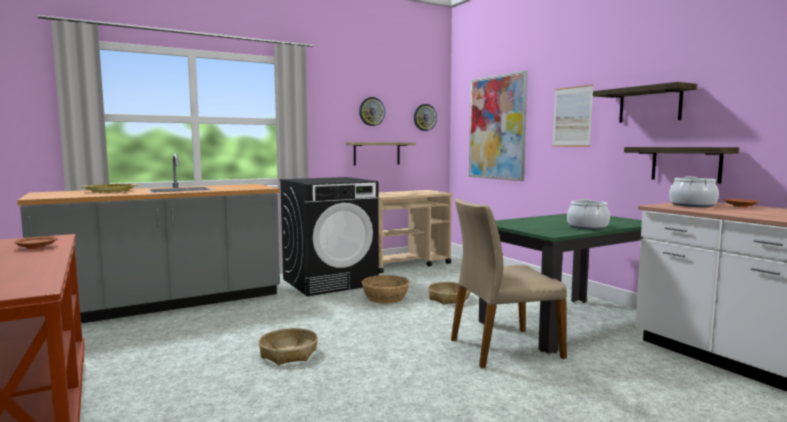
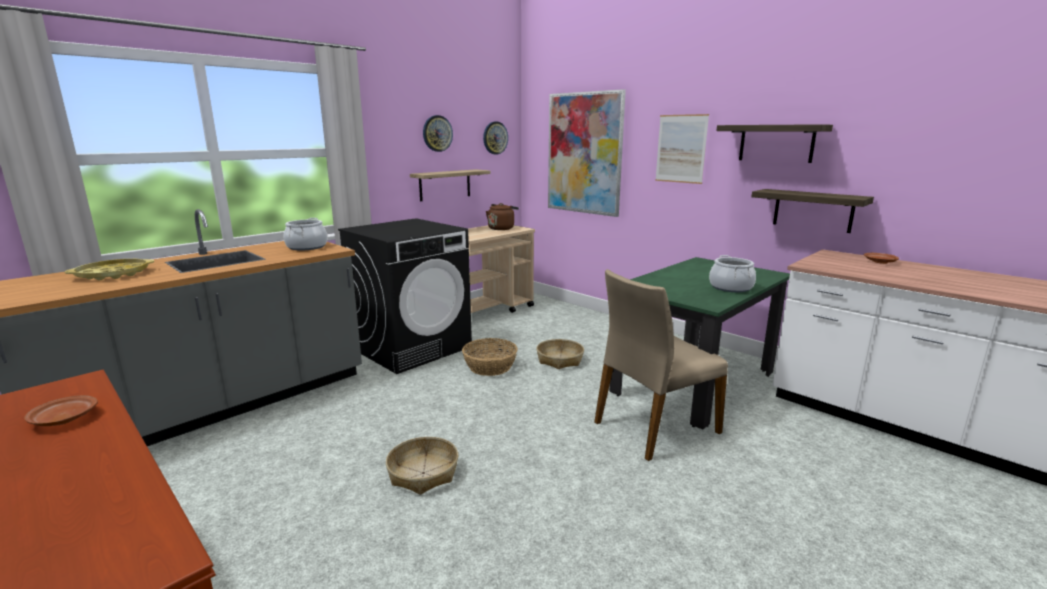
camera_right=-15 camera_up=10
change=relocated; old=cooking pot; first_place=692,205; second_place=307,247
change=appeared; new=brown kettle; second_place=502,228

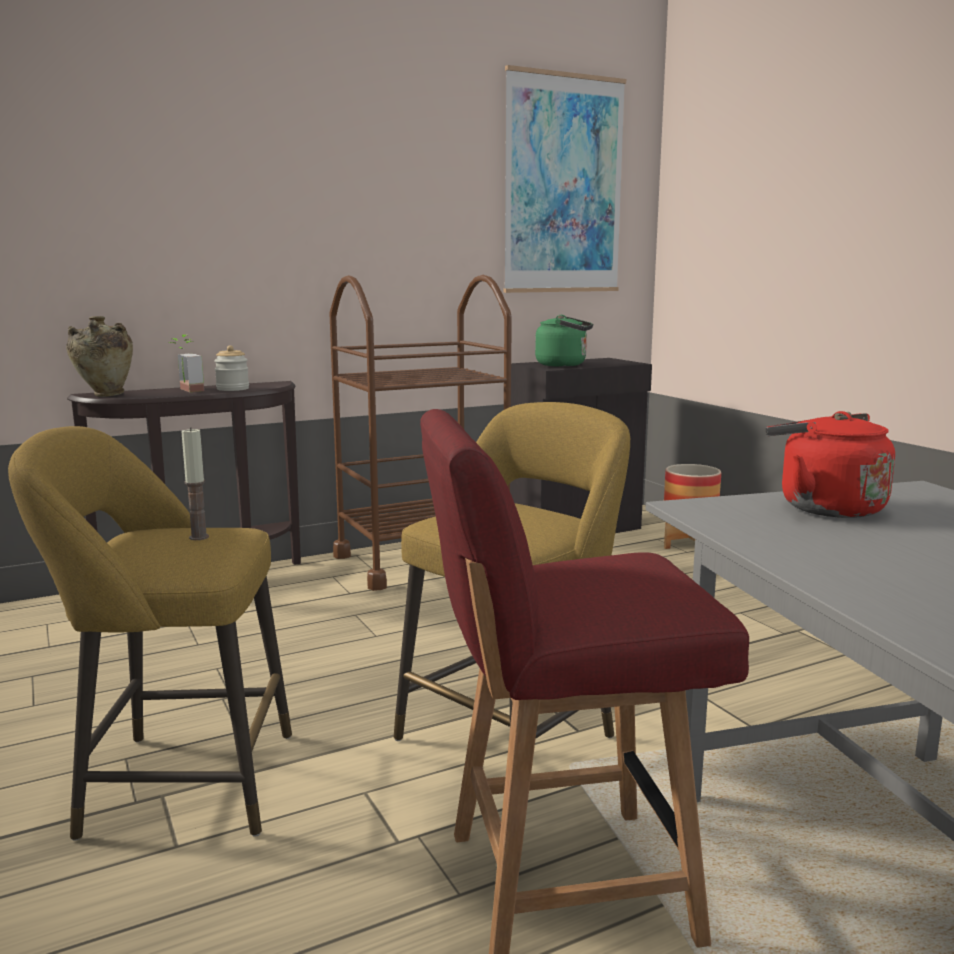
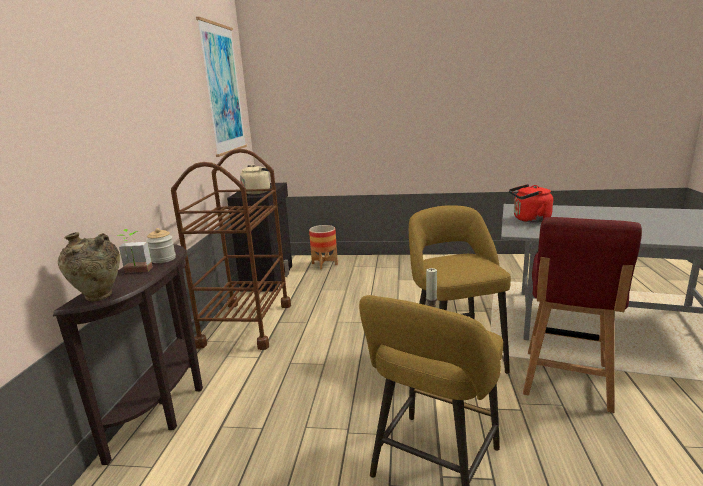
camera_right=-55 camera_up=5
change=colour; old=green kettle; new=beige kettle; first_place=564,365; second_place=258,192

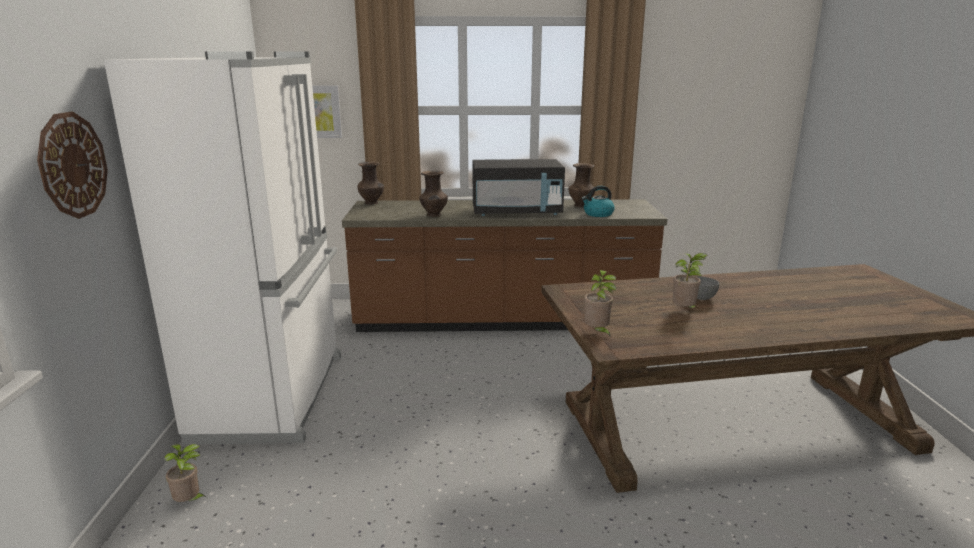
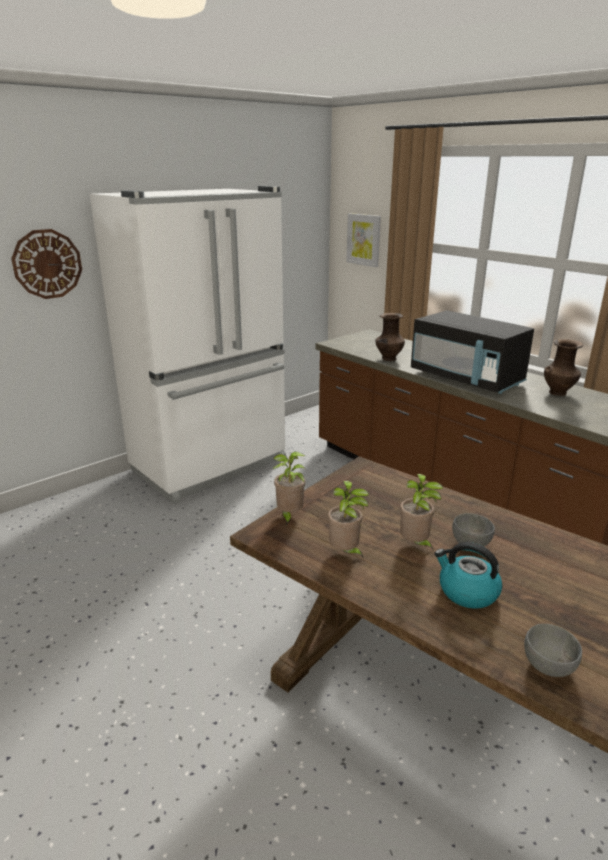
camera_right=50 camera_up=5
change=relocated; old=potted plant; first_place=189,502; second_place=345,553
change=missing; old=brown vase; first_place=372,203
change=relocated; old=kettle; first_place=598,214; second_place=467,592
change=appeared; new=grey bowl; second_place=547,666

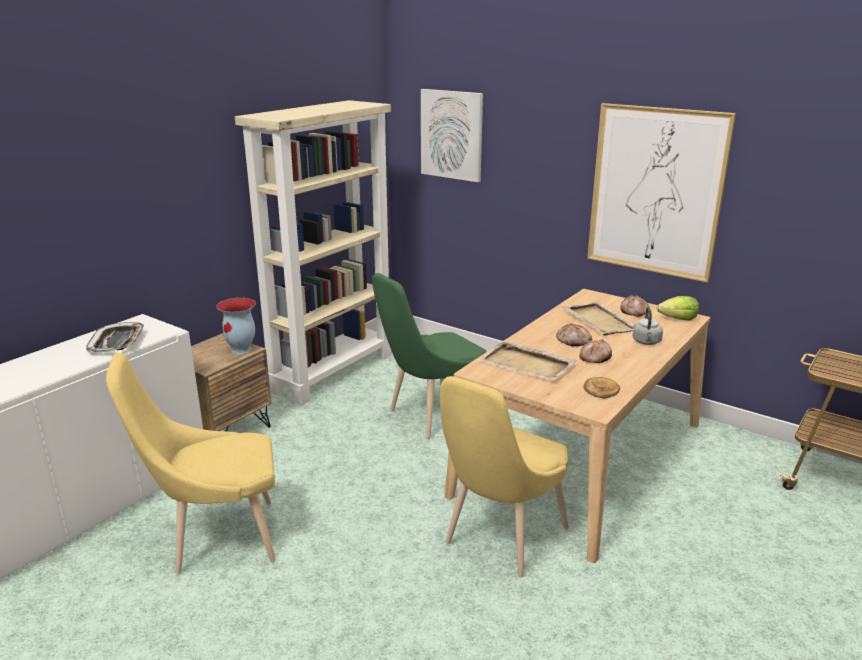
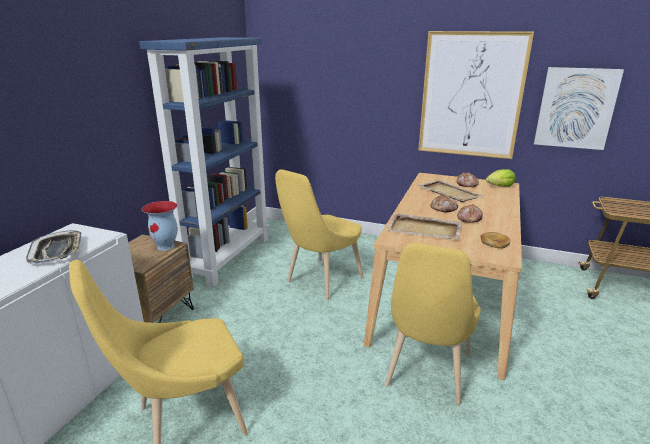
camera_right=-15 camera_up=0
change=colour; old=beige bookcase; new=blue bookcase; first_place=333,372; second_place=227,257
change=colour; old=green chair; new=yellow chair; first_place=431,416; second_place=320,281
change=relocated; old=picture; first_place=452,135; second_place=575,108
change=missing; old=grey kettle; first_place=646,342

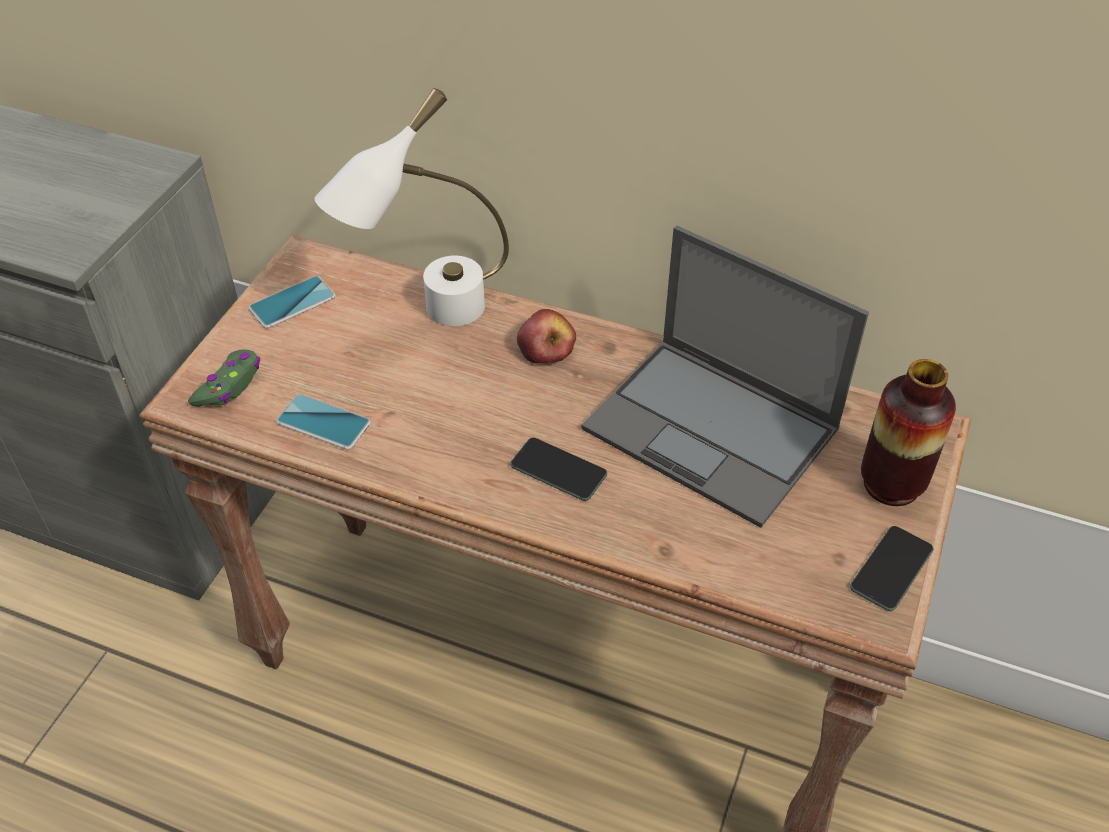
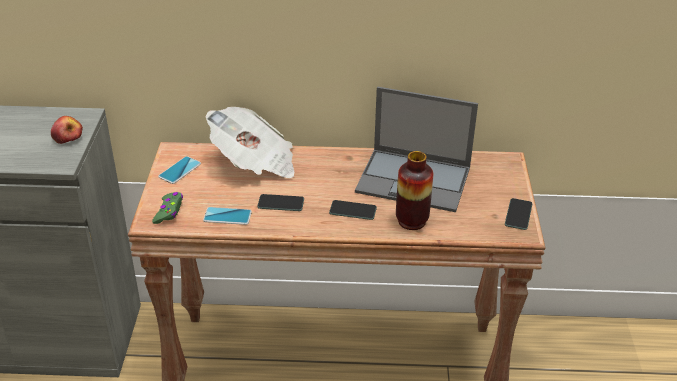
camera_right=-20 camera_up=-10
change=exchanged; old=white table lamp; new=newspaper; first_place=430,318; second_place=254,163
change=relocated; old=apple; first_place=546,348; second_place=68,137
change=relocated; old=vase; first_place=891,484; second_place=411,221
change=appeared; new=phone; second_place=281,203

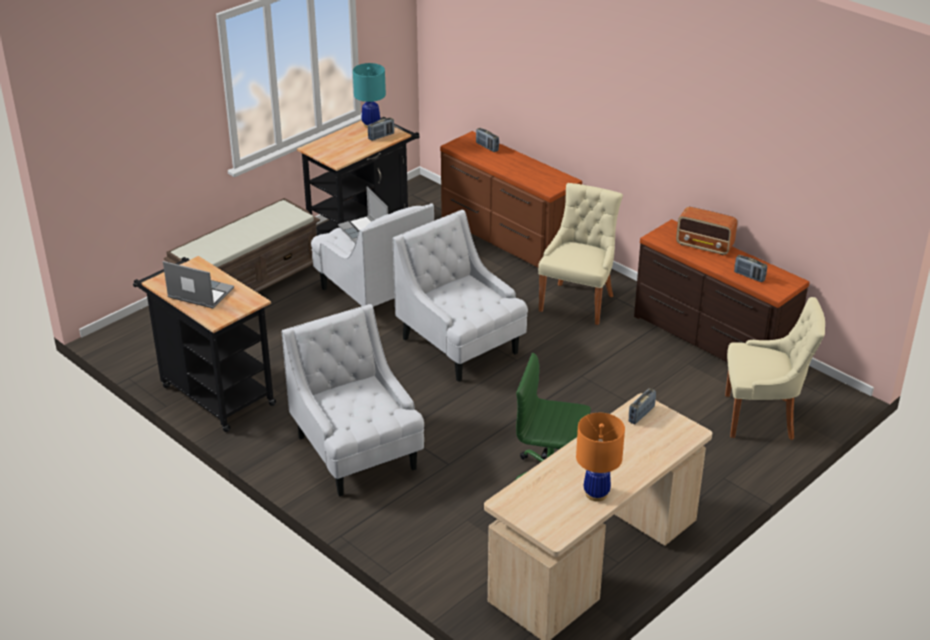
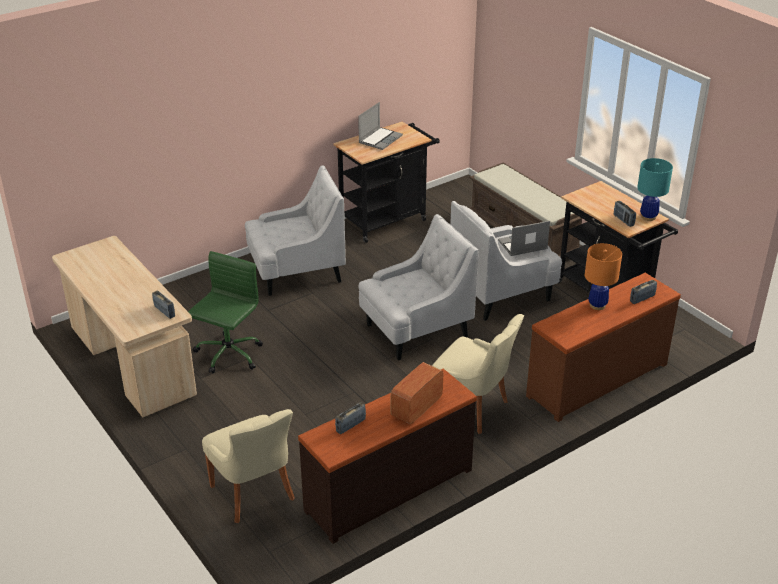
camera_right=100 camera_up=0
change=relocated; old=orange table lamp; first_place=596,493; second_place=597,305
change=spun; old=beige chair; first_place=762,417; second_place=254,494; degrees=-45

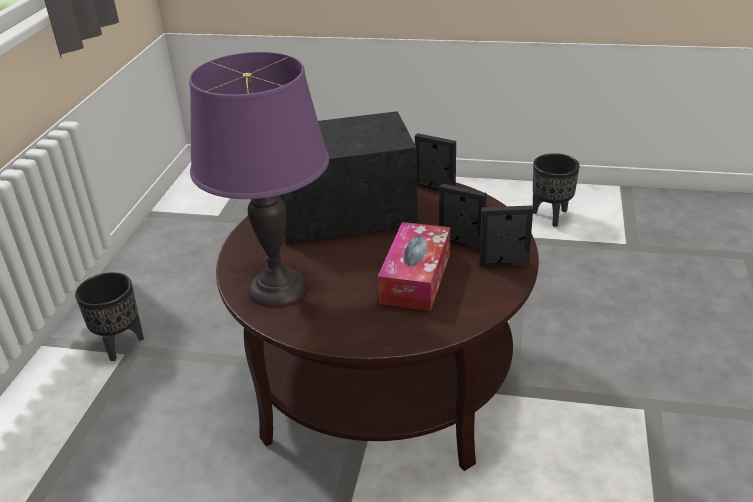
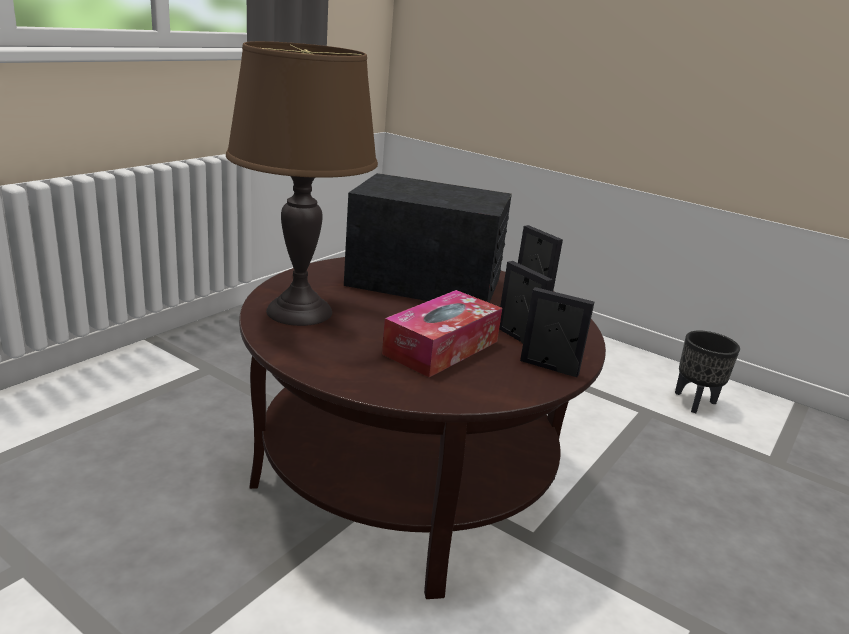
camera_right=20 camera_up=-10
change=missing; old=black planter; first_place=119,346
change=colour; old=purple table lamp; new=brown table lamp; first_place=278,288; second_place=299,311

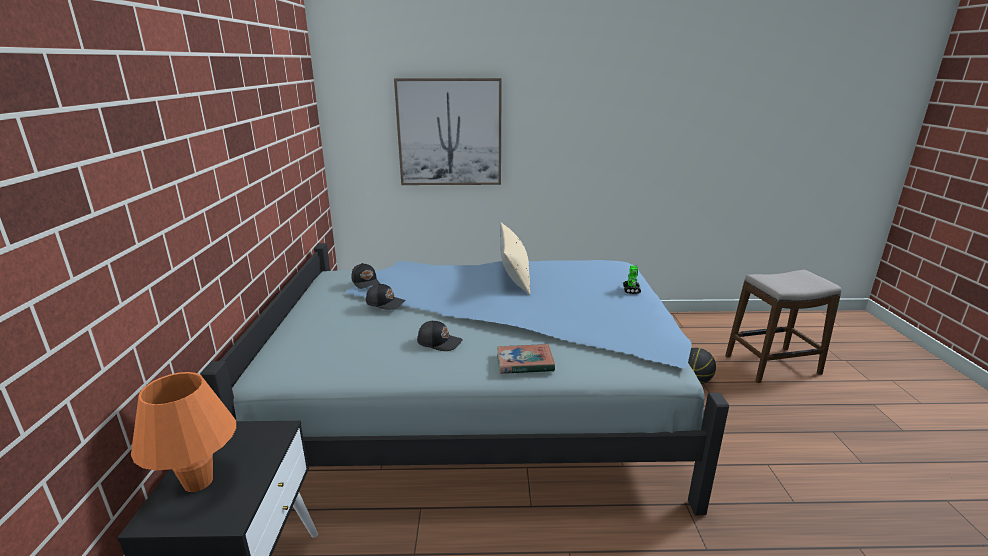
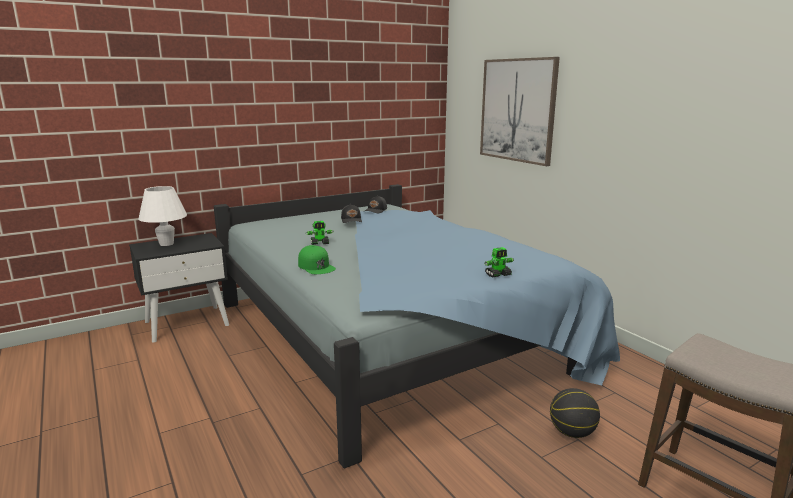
camera_right=60 camera_up=-5
change=colour; old=orange table lamp; new=white table lamp; first_place=198,482; second_place=166,244
change=exchanged; old=black cap; new=toy robot; first_place=439,342; second_place=320,243
change=exchanged; old=book; new=green cap; first_place=524,363; second_place=316,266
change=missing; old=beige pillow; first_place=514,275

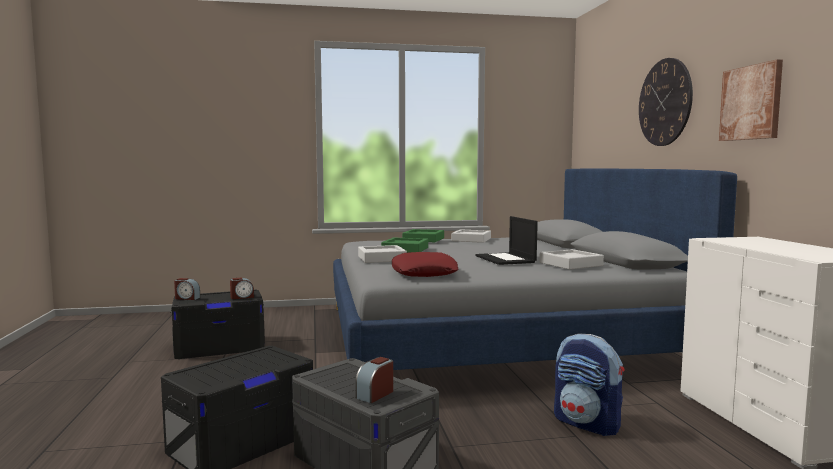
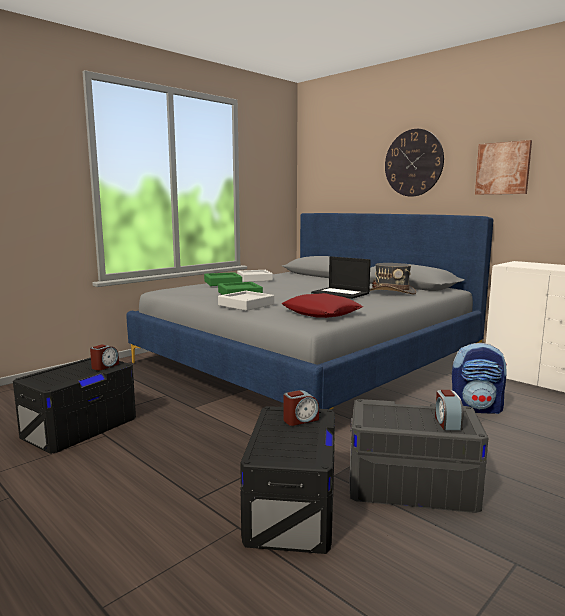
camera_right=-35 camera_up=5
change=relocated; old=alarm clock; first_place=187,298; second_place=300,420
change=exchanged; old=grey tray; new=grey hat; first_place=570,264; second_place=391,292

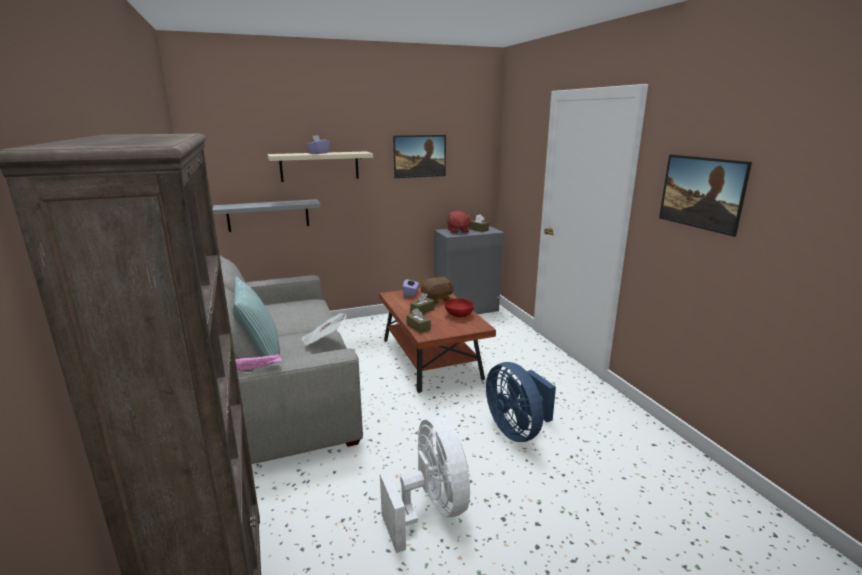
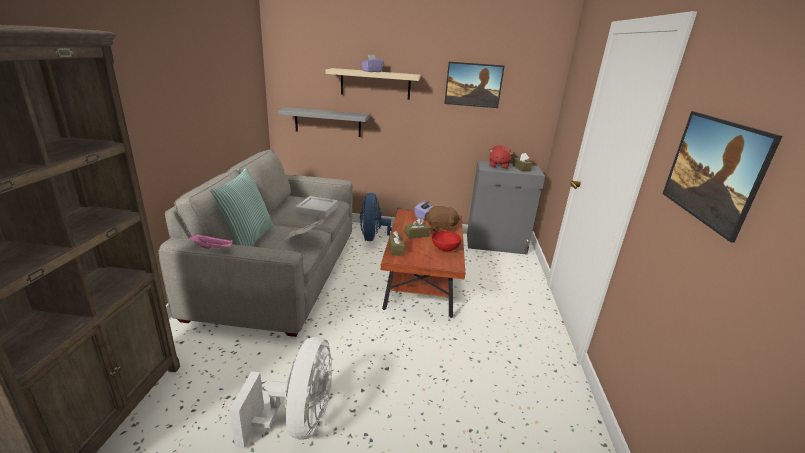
camera_right=25 camera_up=5
change=relocated; old=blue fan; first_place=517,430; second_place=375,238
change=appeared; new=grey tray; second_place=317,210

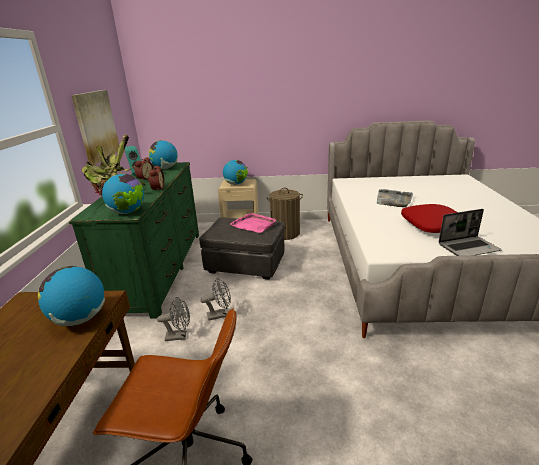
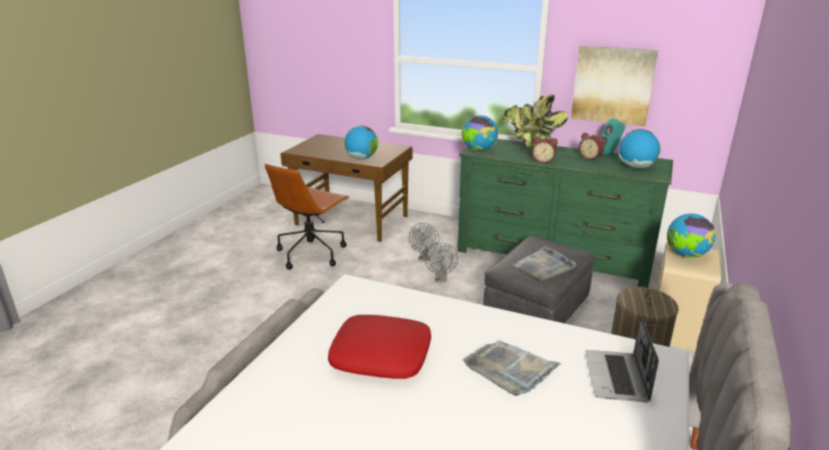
camera_right=110 camera_up=0
change=colour; old=pink tray; new=grey tray; first_place=254,224; second_place=544,266
change=relocated; old=laptop; first_place=468,247; second_place=617,378

